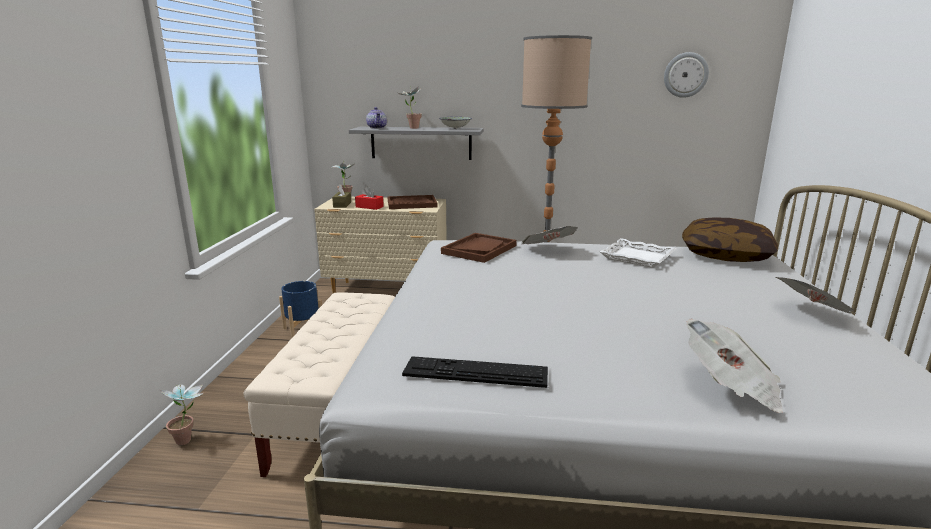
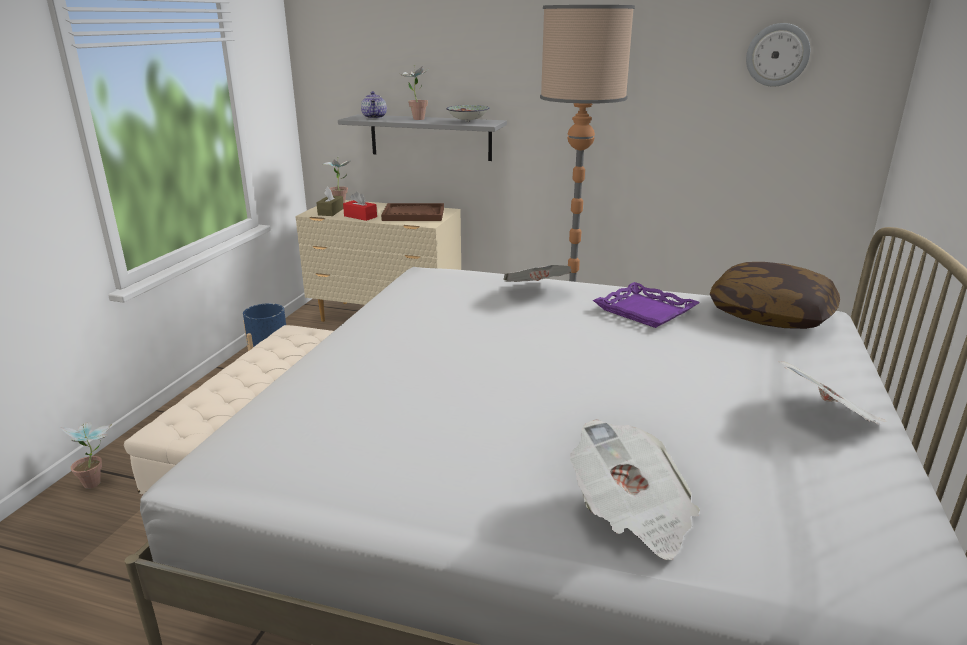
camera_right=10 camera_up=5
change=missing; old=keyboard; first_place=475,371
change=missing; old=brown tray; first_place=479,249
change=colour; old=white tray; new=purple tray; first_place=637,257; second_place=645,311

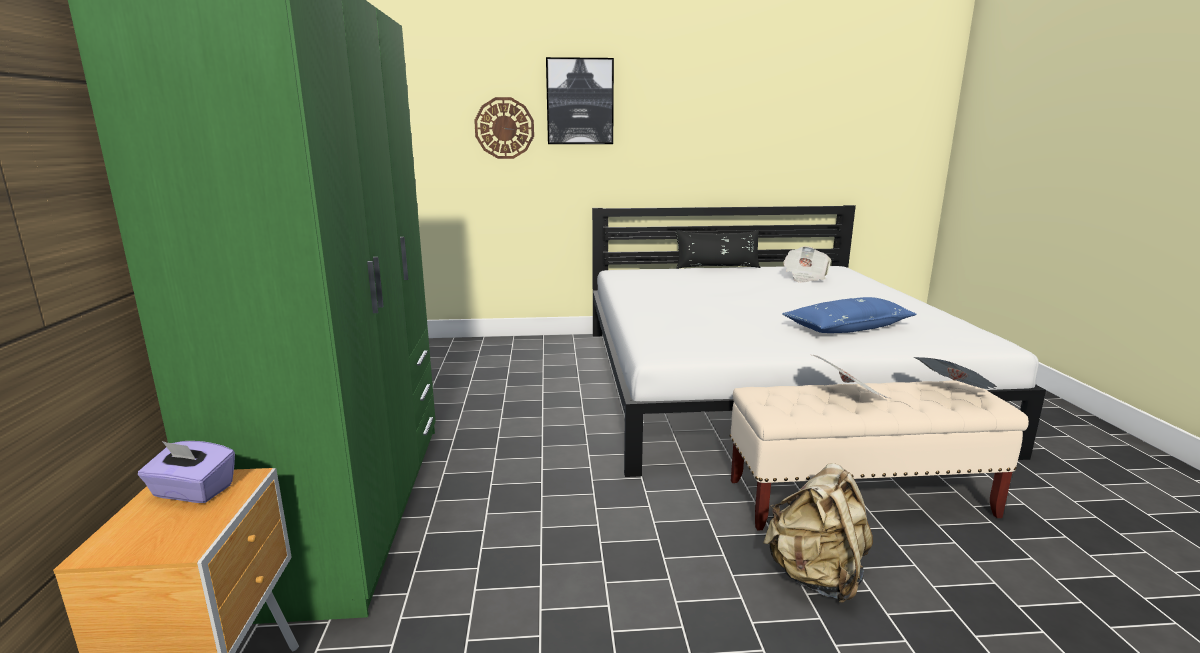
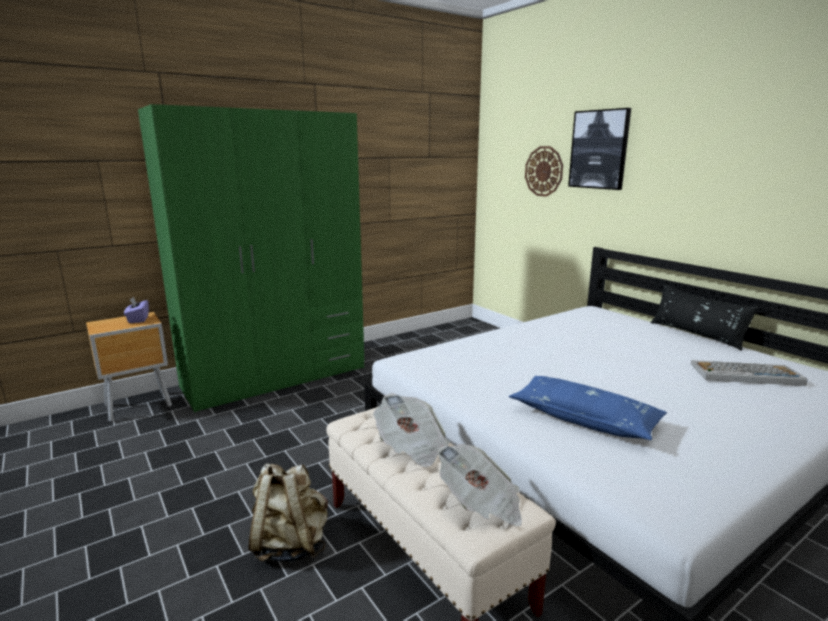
camera_right=60 camera_up=0
change=exchanged; old=newspaper; new=keyboard; first_place=805,277; second_place=745,374

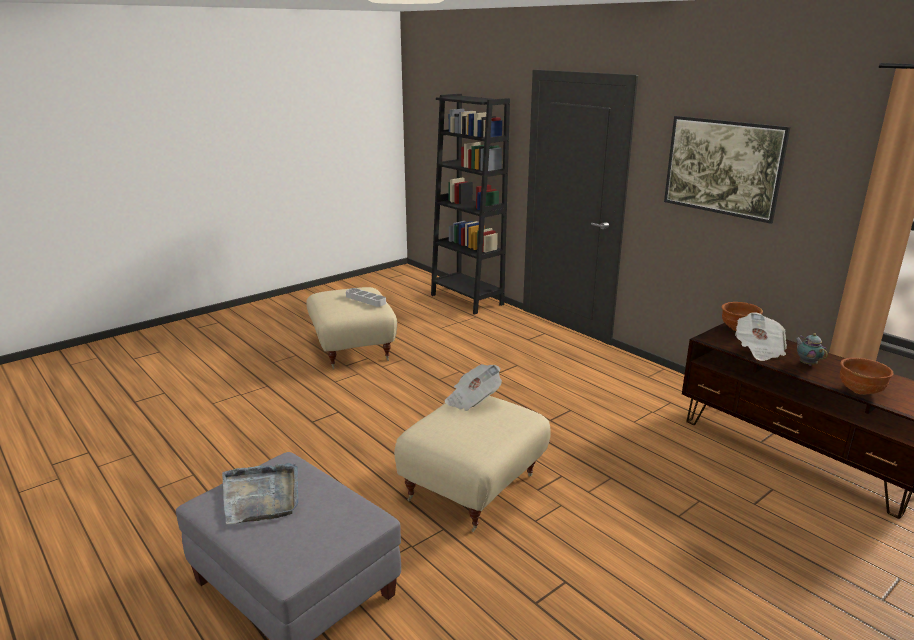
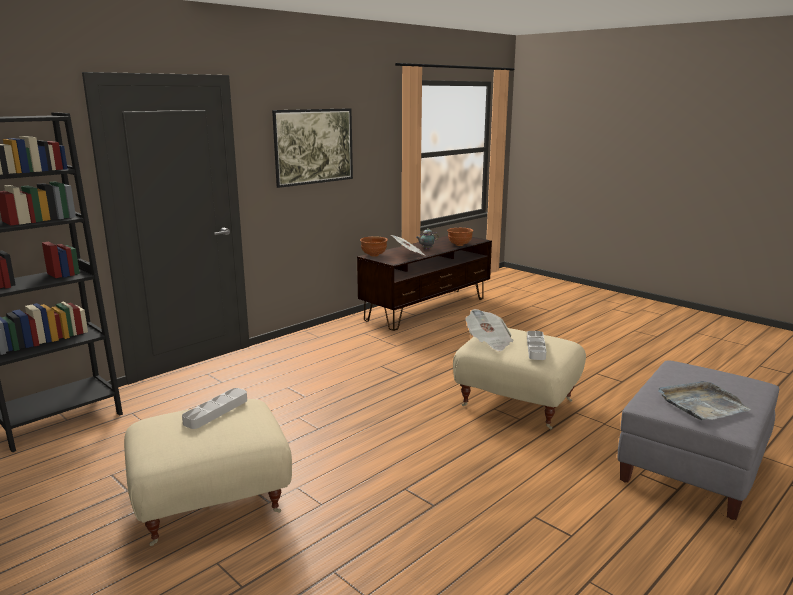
camera_right=-95 camera_up=-5
change=appeared; new=grey tray; second_place=536,348

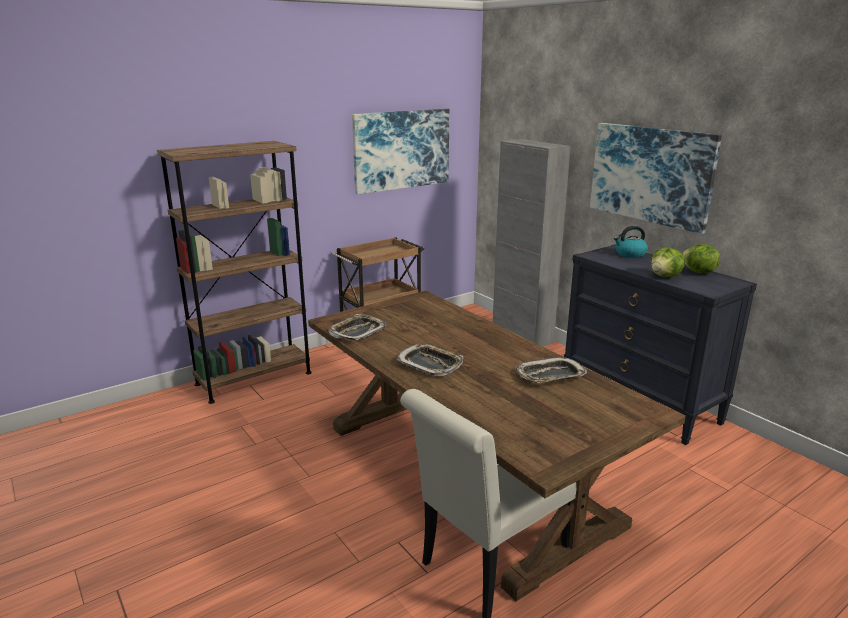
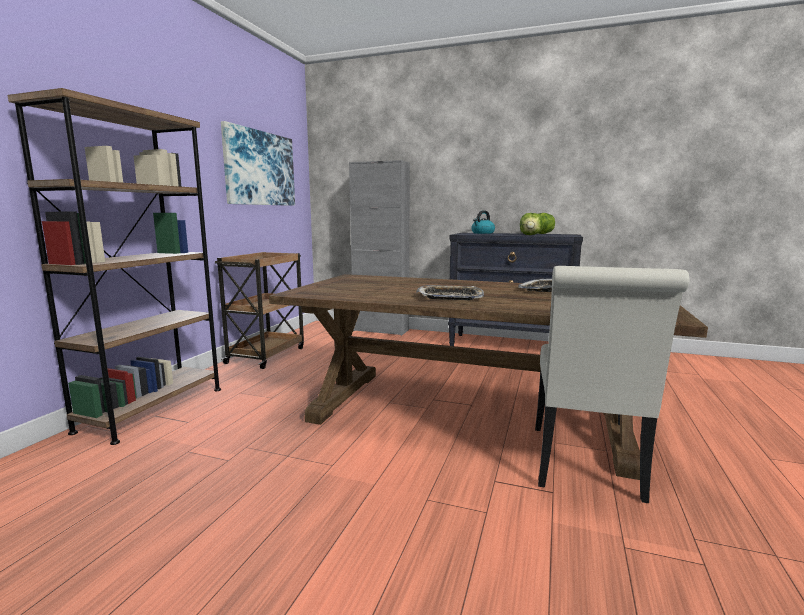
camera_right=-35 camera_up=-10
change=missing; old=tray; first_place=357,331
change=missing; old=picture; first_place=651,174

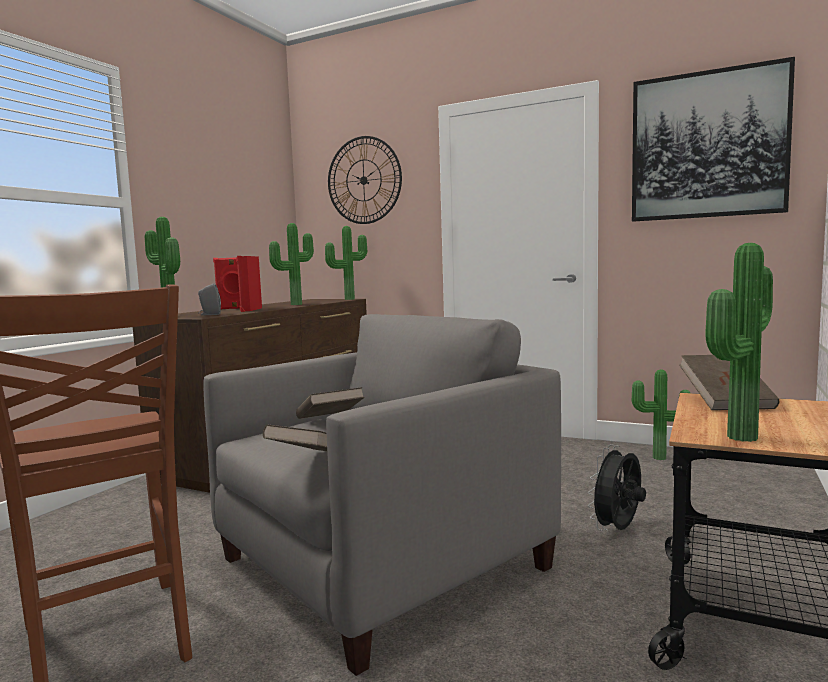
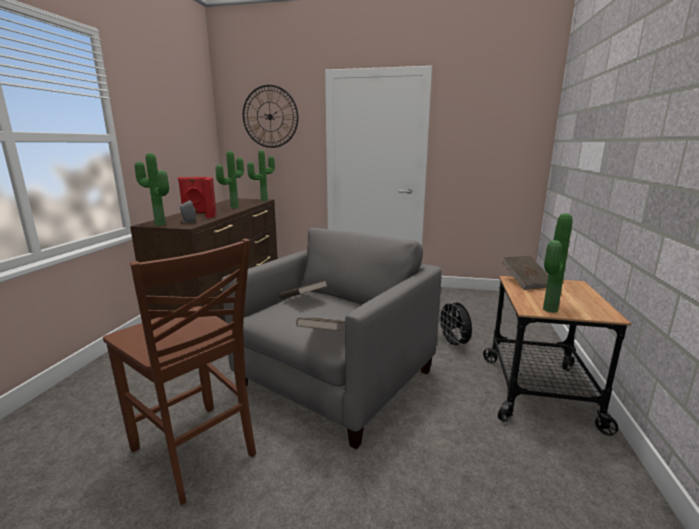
camera_right=-15 camera_up=10
change=spun; old=black fan; first_place=618,530; second_place=453,344; degrees=-45
change=missing; old=picture; first_place=707,145
change=missing; old=potted plant; first_place=660,459

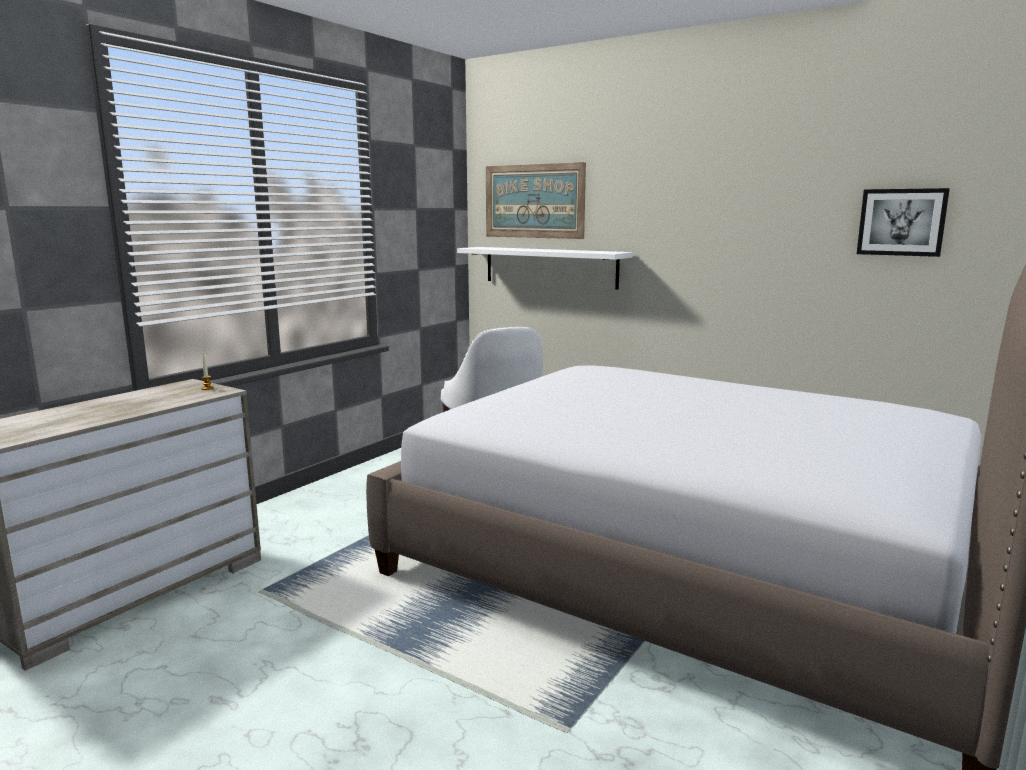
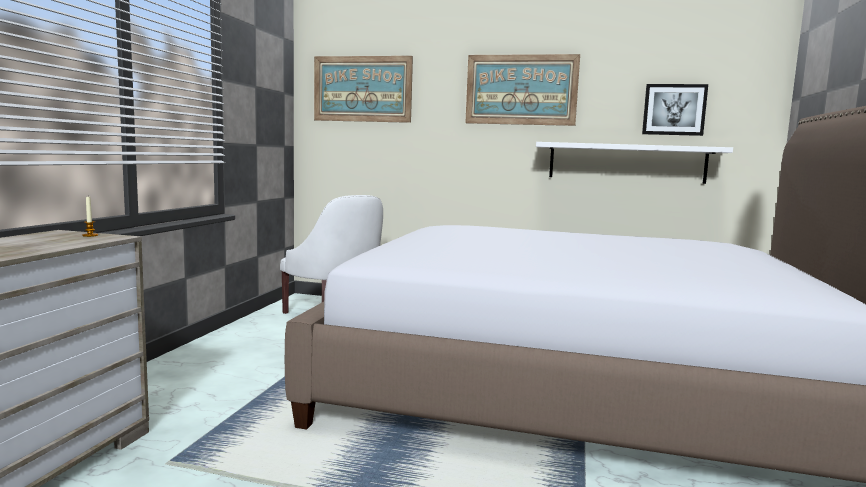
camera_right=-20 camera_up=-5
change=relocated; old=white shelf; first_place=550,267; second_place=626,162
change=appeared; new=picture; second_place=521,90

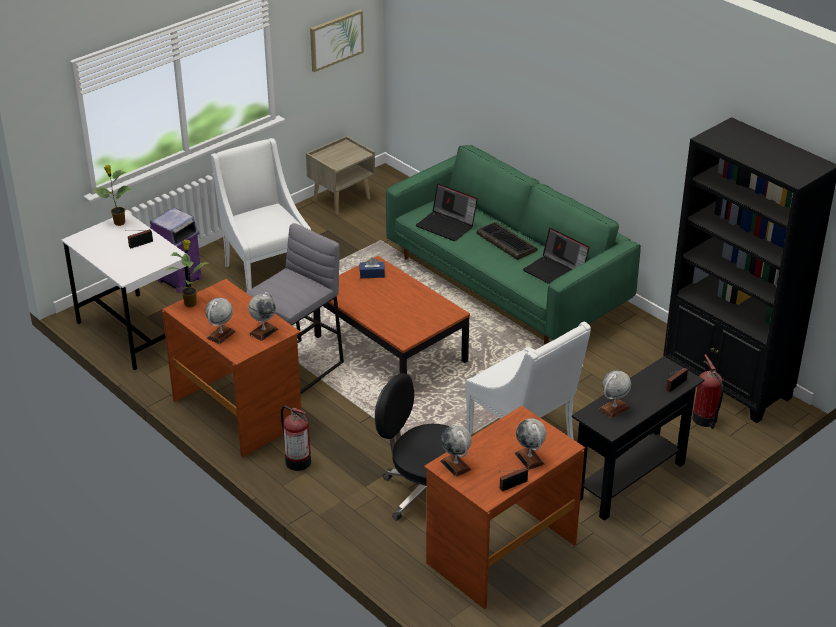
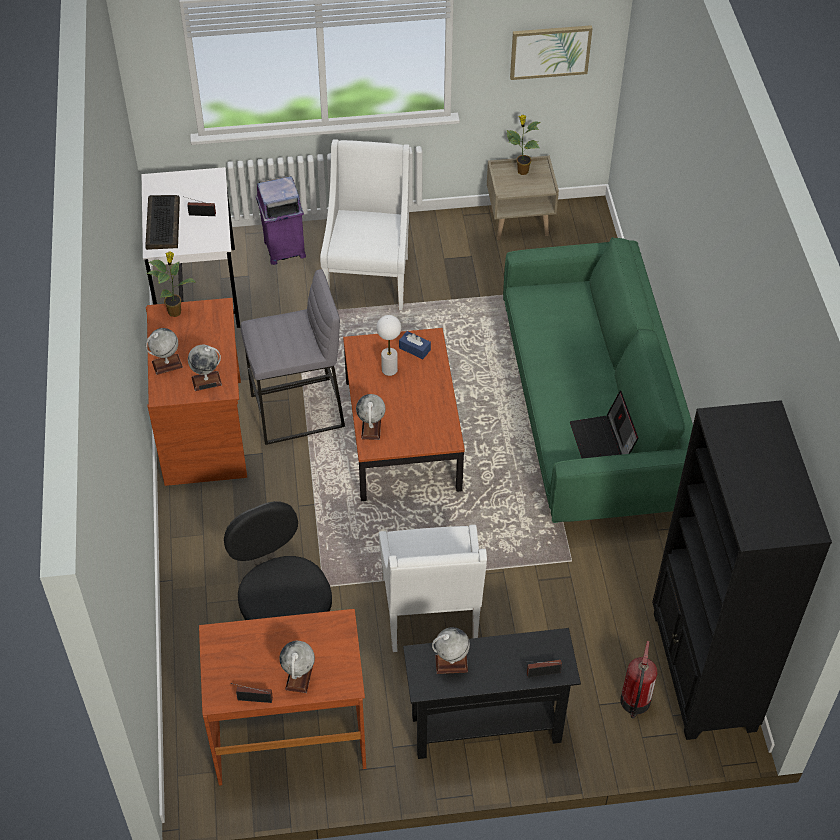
camera_right=35 camera_up=15
change=relocated; old=potted plant; first_place=118,223; second_place=522,171
change=missing; old=fire extinguisher; first_place=297,461
change=missing; old=laptop; first_place=447,225
change=relocated; old=globe; first_place=455,465; second_place=371,429
change=relocated; old=keyboard; first_place=505,242; second_place=162,223
change=appeared; new=white table lamp; second_place=389,370

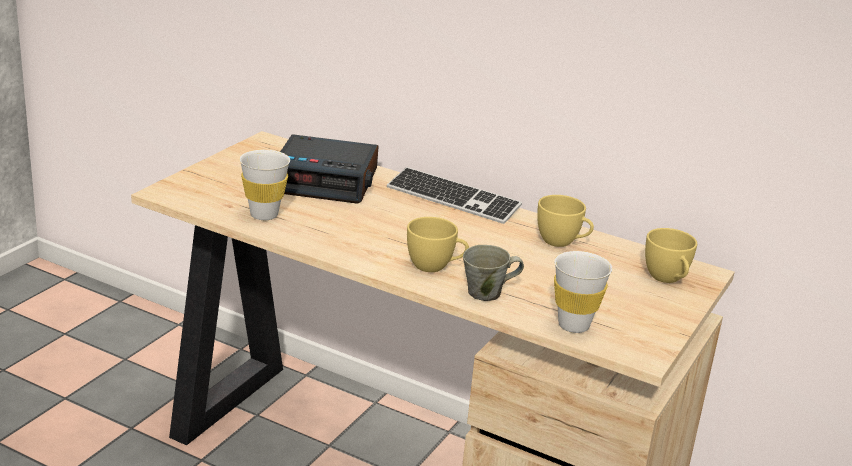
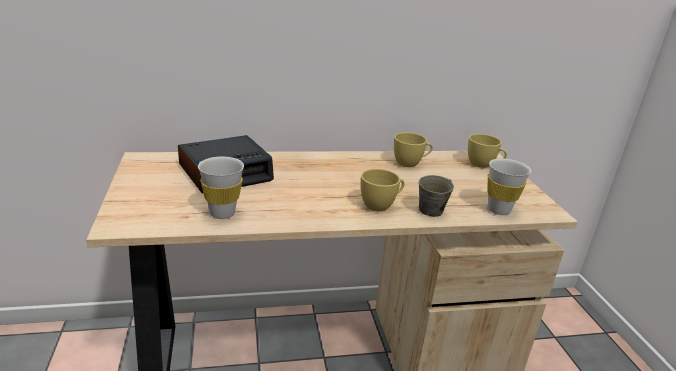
camera_right=-40 camera_up=0
change=missing; old=keyboard; first_place=453,199

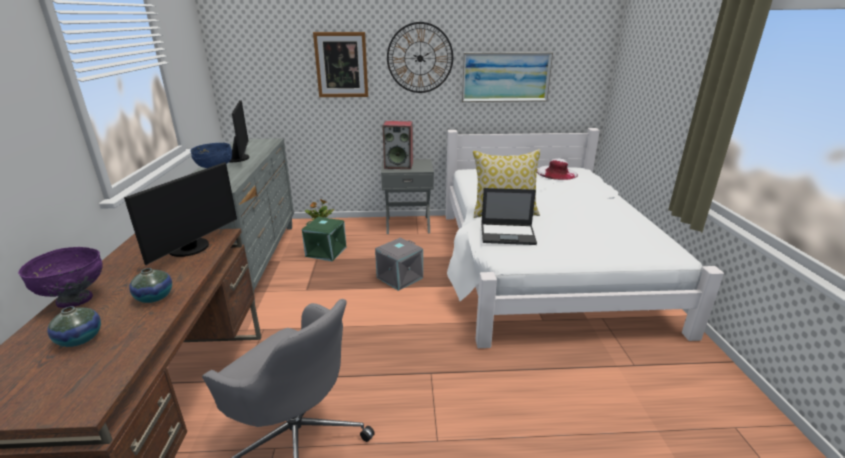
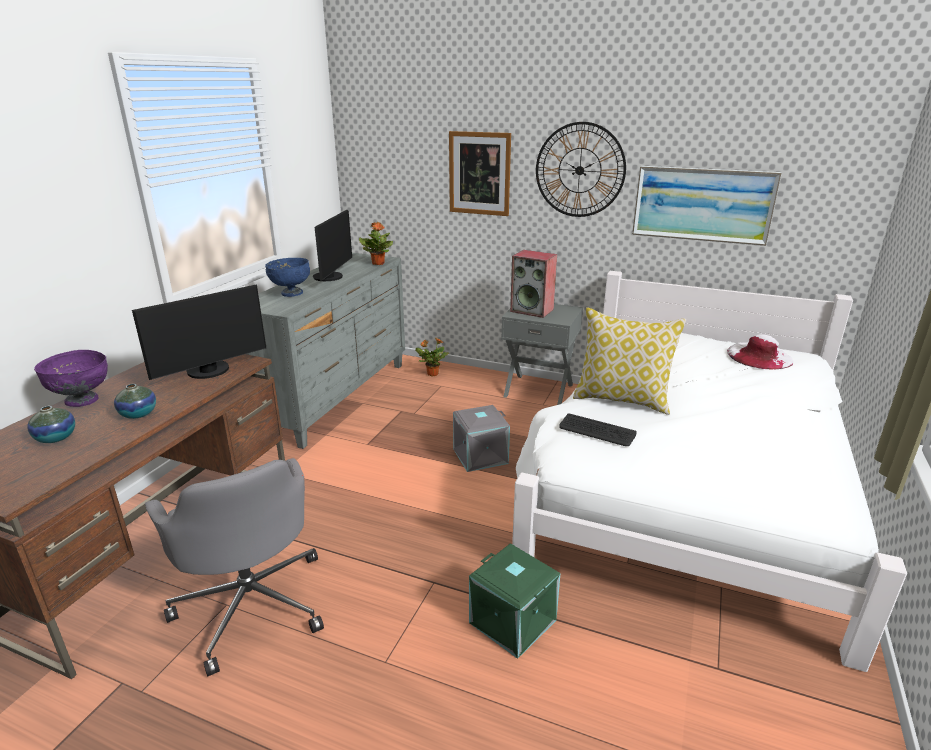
camera_right=25 camera_up=0
change=relocated; old=green storage box; first_place=326,251; second_place=514,621
change=exchanged; old=laptop; new=keyboard; first_place=508,234; second_place=596,431
change=appeared; new=potted plant; second_place=378,263

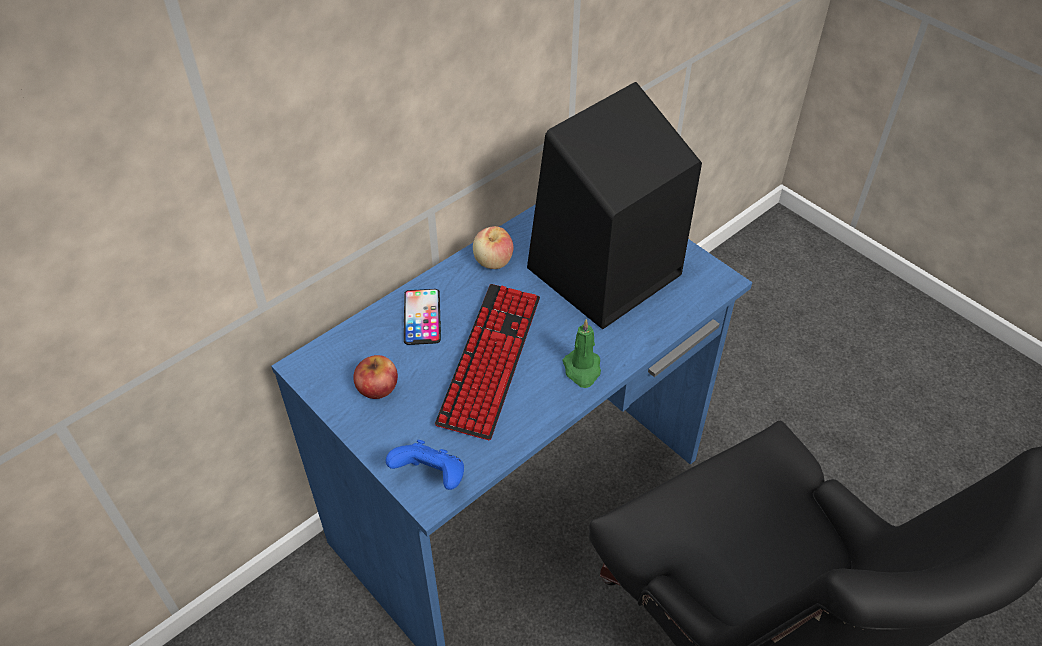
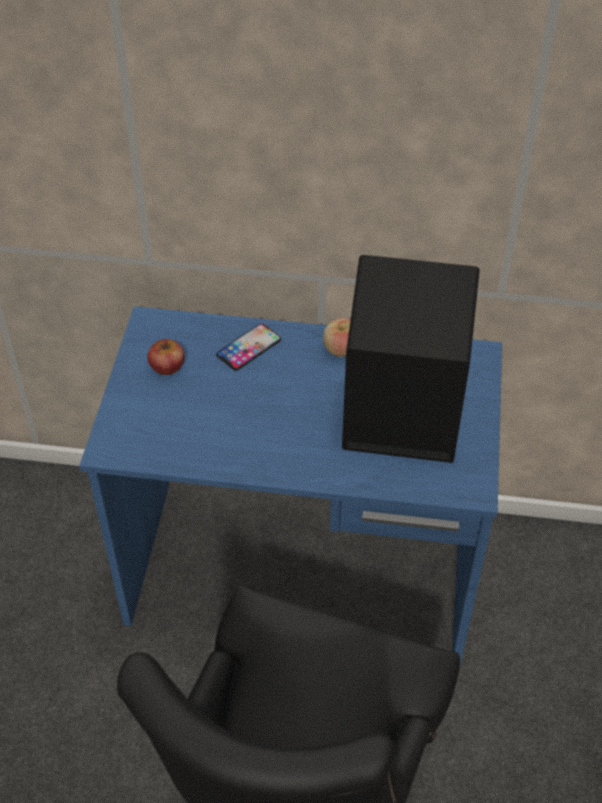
camera_right=50 camera_up=0
change=missing; old=blue game controller; first_place=431,477
change=missing; old=keyboard; first_place=490,360
change=missing; old=green candle; first_place=582,370

